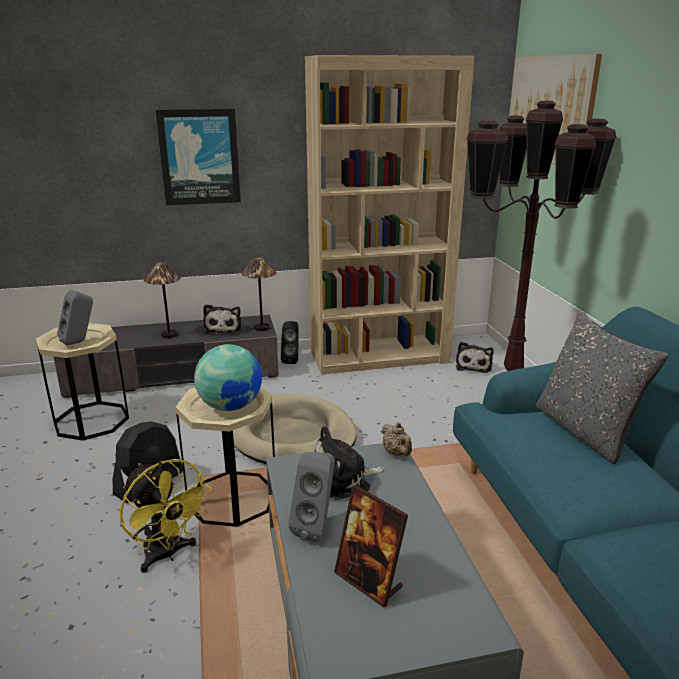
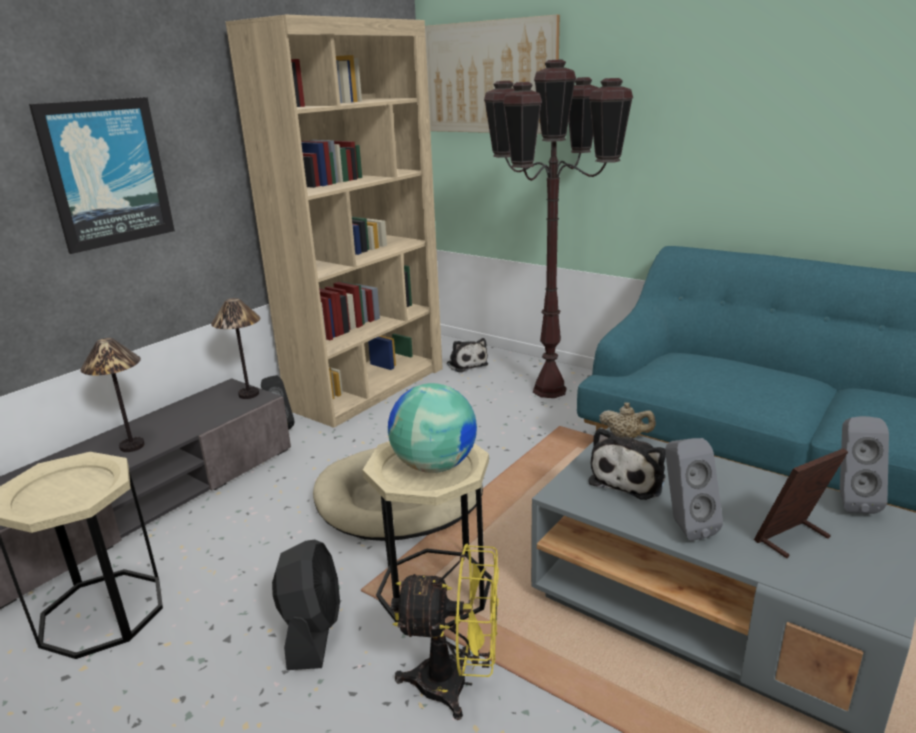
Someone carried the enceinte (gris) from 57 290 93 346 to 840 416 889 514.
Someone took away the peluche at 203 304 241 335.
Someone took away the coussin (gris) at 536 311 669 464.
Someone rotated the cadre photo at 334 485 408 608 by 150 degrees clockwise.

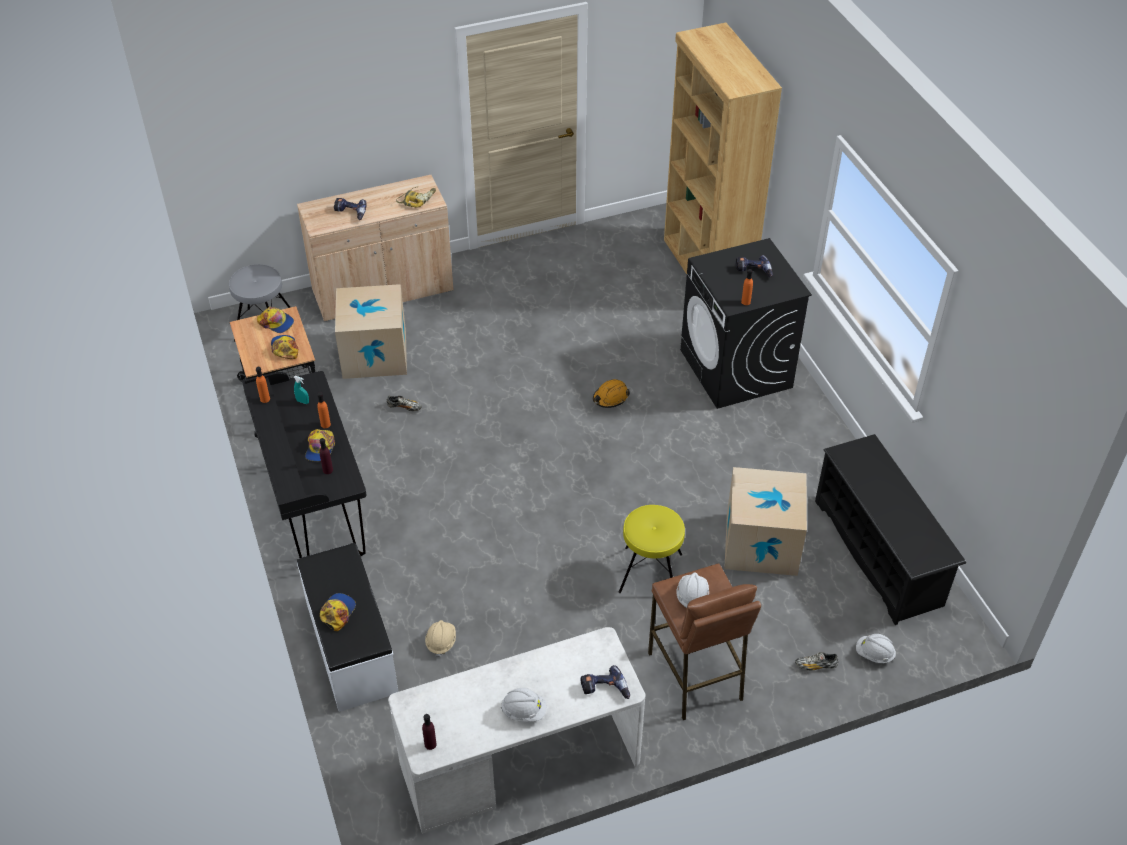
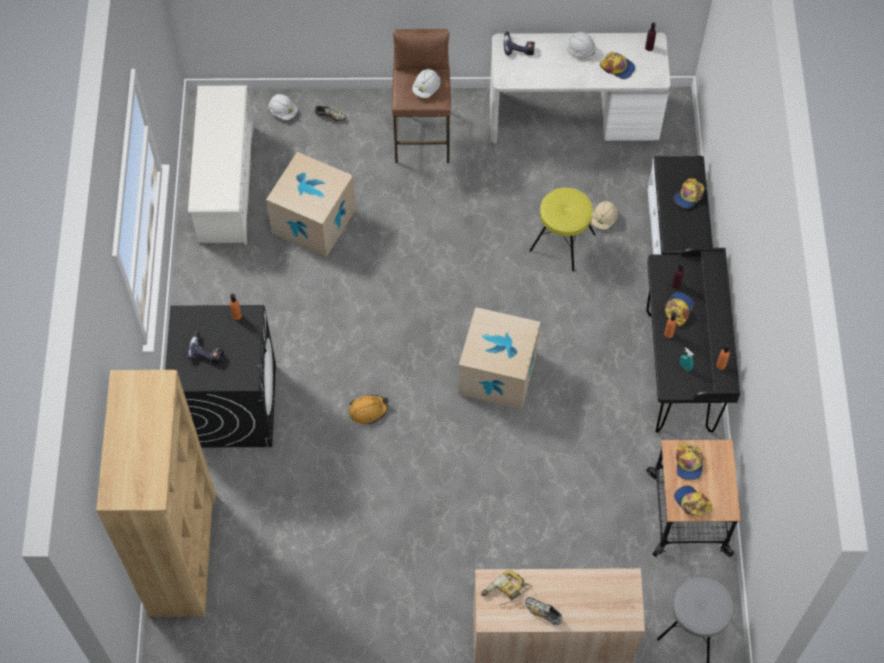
Someone took away the perceuse at 334 198 367 220.
Someone carried the carton from 335 284 407 379 to 458 307 540 409.
Someone carried the chaussure from 387 396 422 411 to 525 597 563 625.
Someone repainted the étagère à chaussures (noir) at 815 434 966 625, which became the étagère à chaussures (blanc) at 188 86 254 245.
Someone carried the tabouret (jaune) from 619 505 685 593 to 529 188 596 272.
Someone put down the casquette at 600 52 635 79.

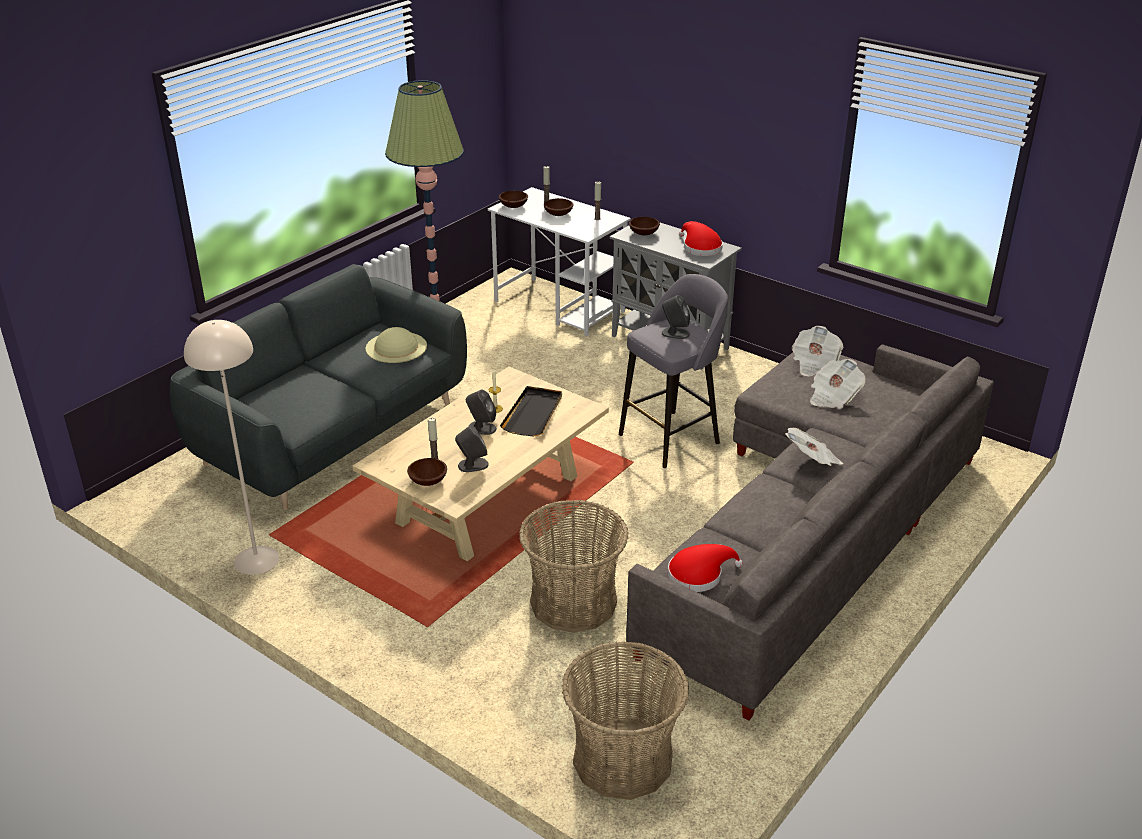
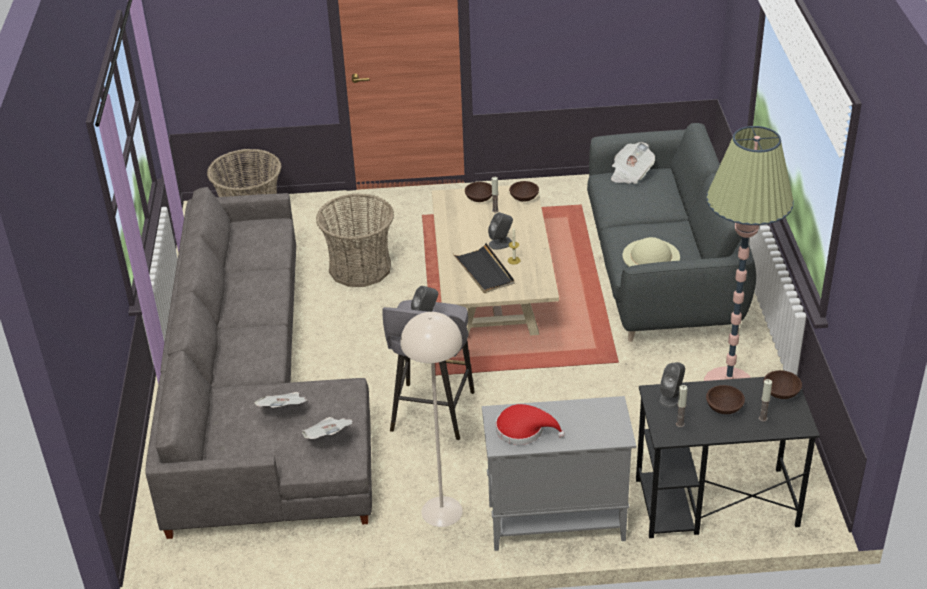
Someone repainted the bureau (blanc) at 488 187 631 337, which became the bureau (noir) at 636 377 820 538.
Someone carried the bol (marron) from 629 217 660 235 to 509 181 539 202.
Someone carried the lampadaire (beige) from 184 320 279 575 to 400 312 463 527.
Someone carried the enceinte (gris) from 455 425 489 472 to 659 362 685 408.
Someone carried the journal from 785 428 843 466 to 611 142 655 184.
Someone took away the chapeau (rouge) at 668 544 743 592.

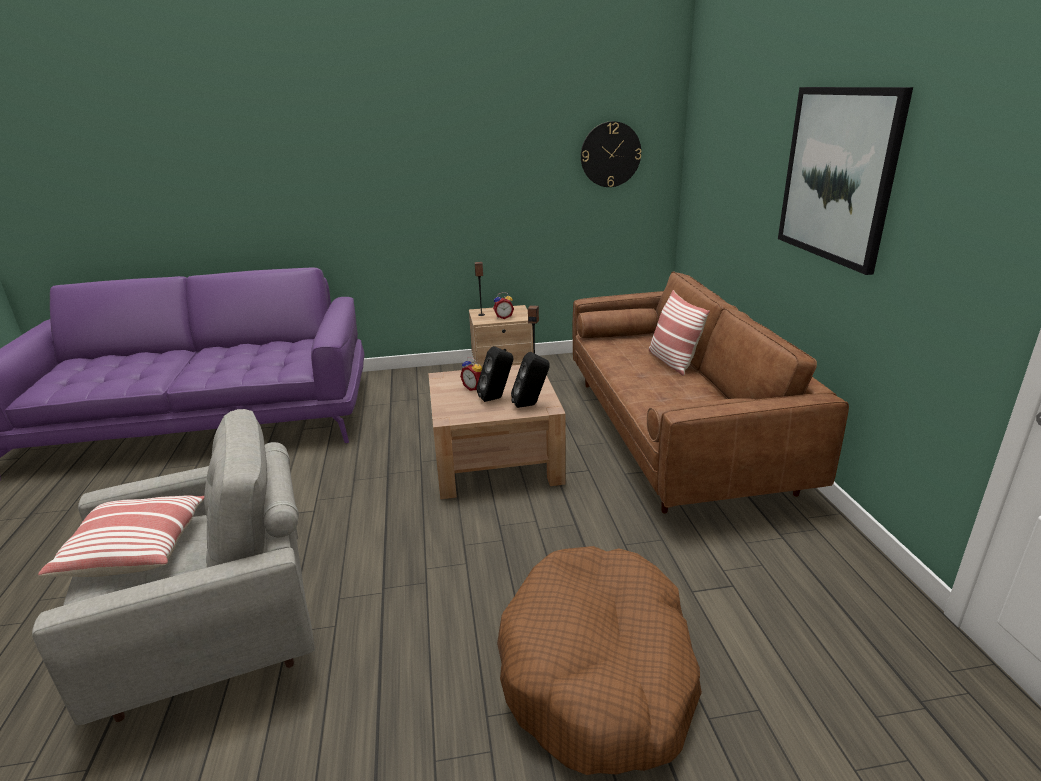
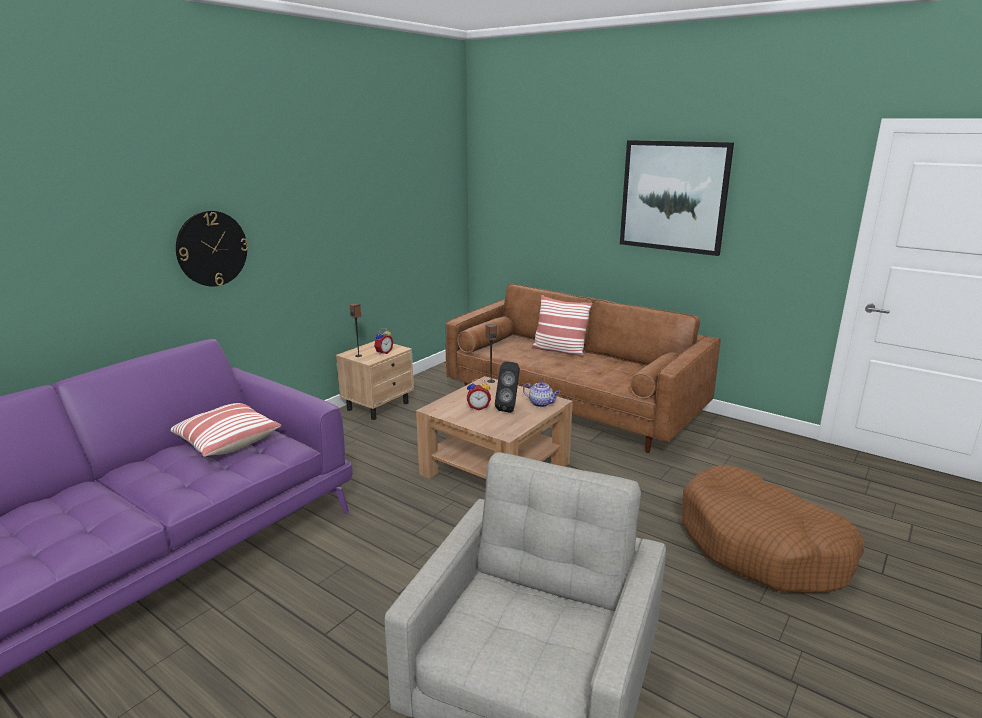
Someone carried the horloge murale from 581 121 641 187 to 176 211 248 287.
Someone swapped the enceinte (noir) at 511 352 550 408 for the théière at 523 382 560 407.
Someone carried the coussin from 38 496 204 577 to 170 403 281 457.

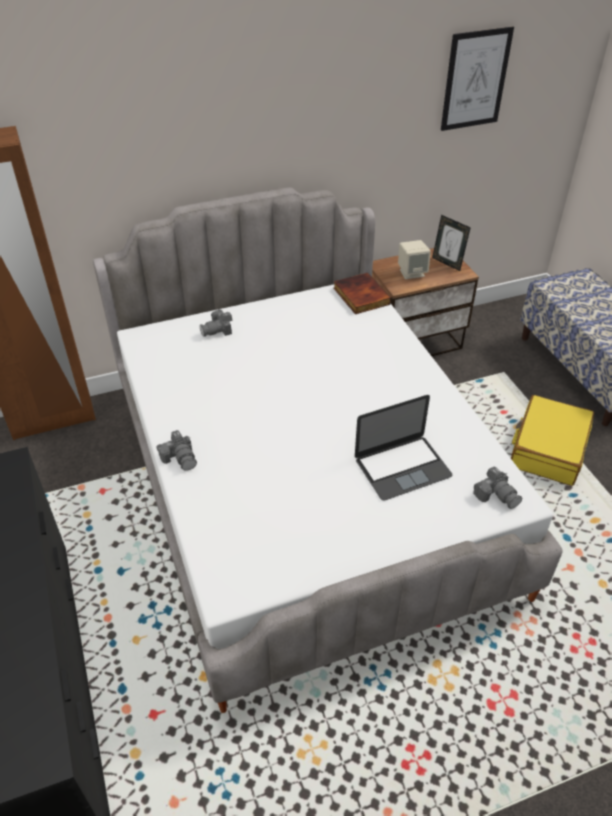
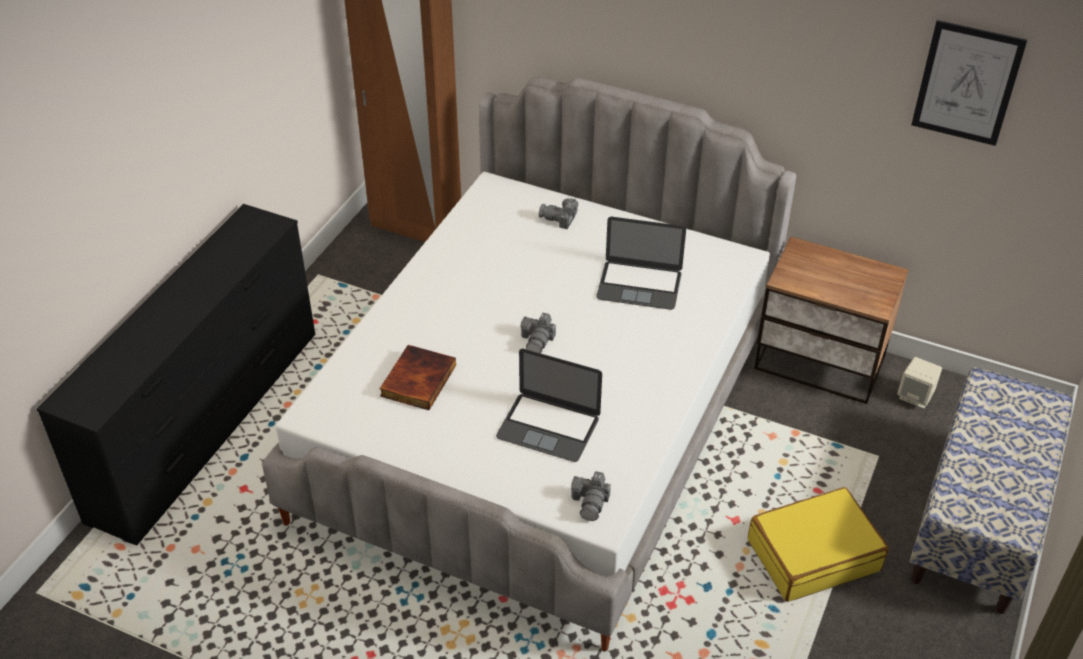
Someone took away the cadre photo at 432 215 471 271.
Someone carried the enceinte (beige) from 398 240 431 279 to 897 357 942 409.
Someone carried the livre from 334 273 391 314 to 380 345 456 410.
Someone carried the appareil photo from 157 430 197 470 to 520 313 556 353.
Someone put down the ordinateur portable at 596 217 686 310.

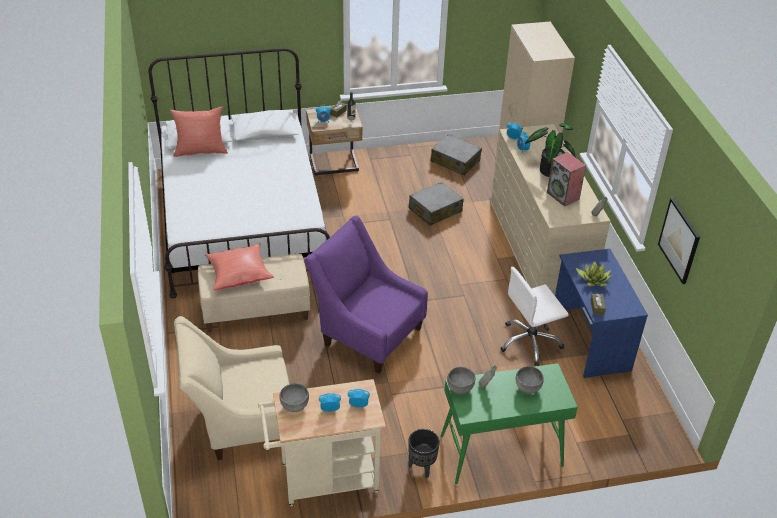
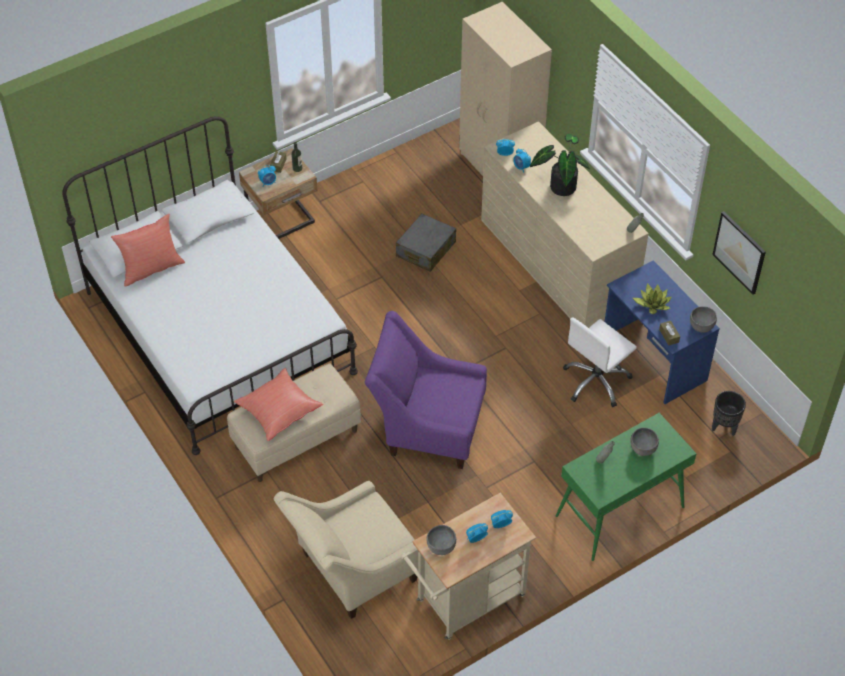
Someone took away the valise (gris) at 431 134 482 176.
Someone took away the enceinte at 547 152 586 206.
Someone carried the bol (gris) from 447 367 475 394 to 690 306 717 333.
Someone carried the cache-pot (noir) from 409 429 440 478 to 712 391 746 436.

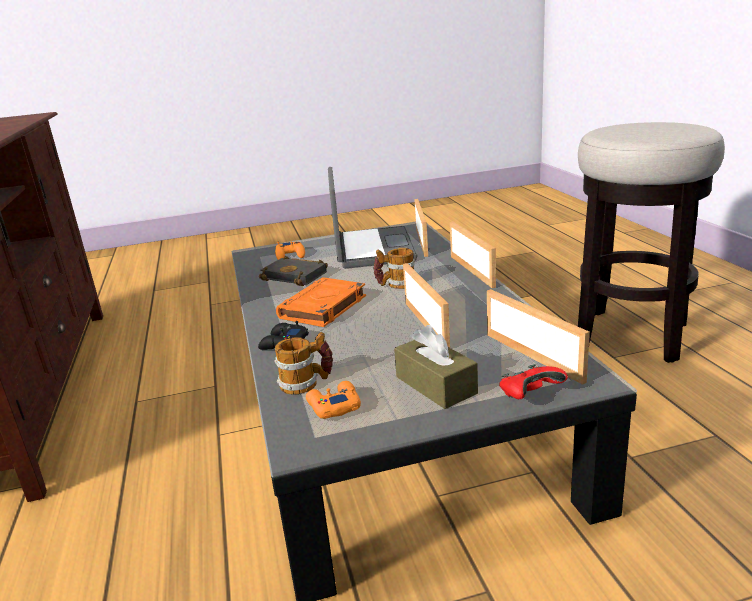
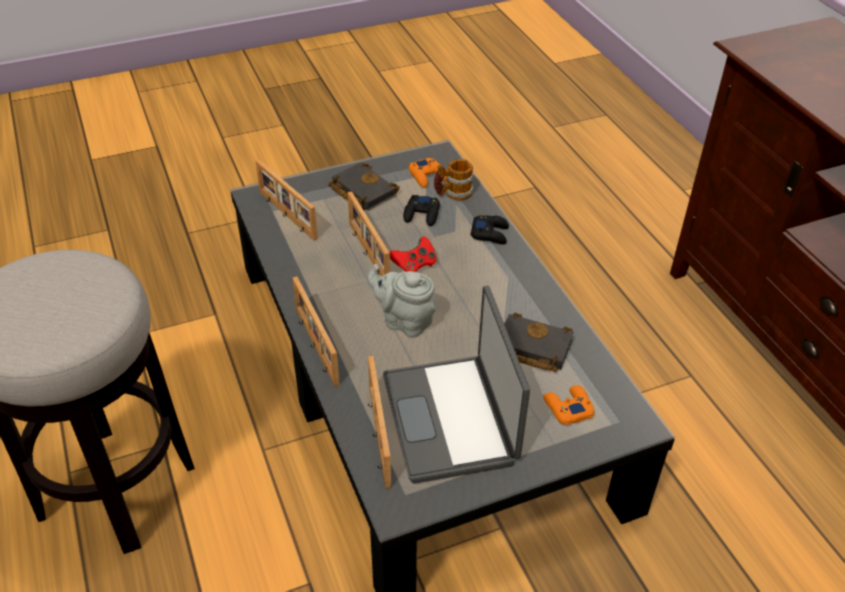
Someone swapped the mug at 374 248 415 289 for the théière (gris) at 367 264 436 337.
Someone took away the livre (orange) at 276 277 366 327.
Someone swapped the boîte à mouchoirs (marron) at 394 325 478 409 for the livre (noir) at 328 163 400 210.
Someone carried the manette (rouge) from 499 364 568 399 to 389 236 437 272.
Someone put down the manette (noir) at 403 195 440 226.

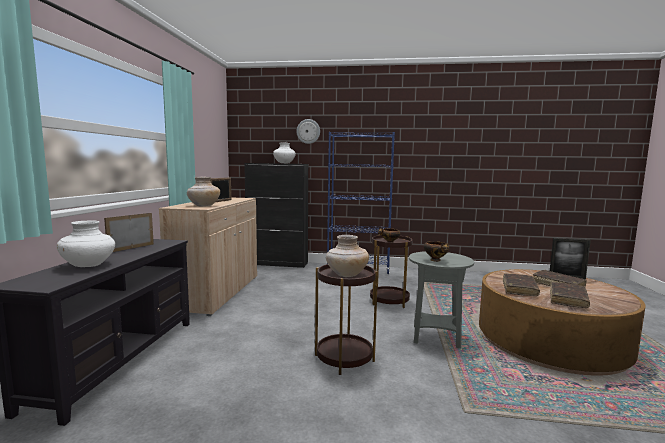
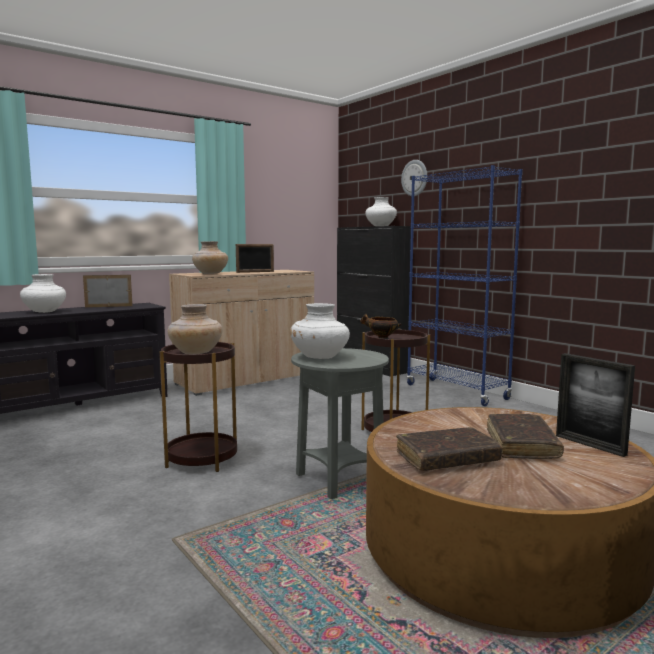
Someone swapped the bol at 424 242 450 262 for the vase (blanc) at 290 303 350 359.
Someone took away the livre (marron) at 503 273 540 296.

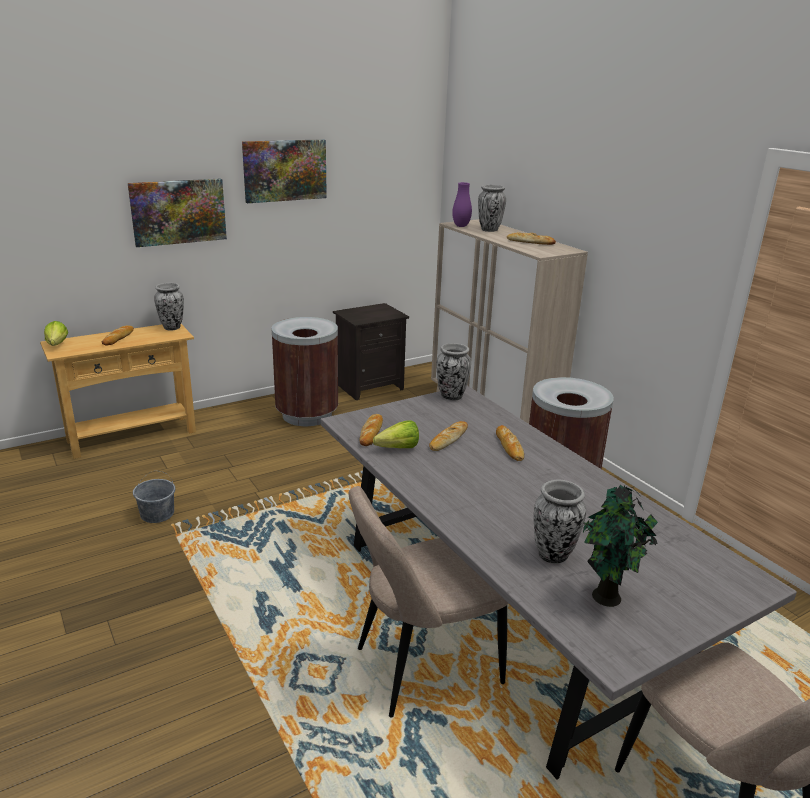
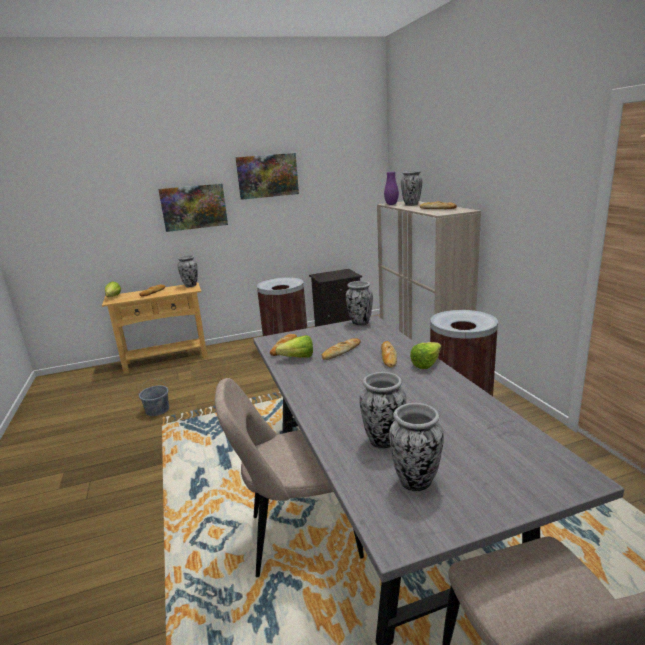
Someone swapped the plante en pot at 583 485 658 607 for the vase at 389 403 444 492.
Someone put down the laitue at 410 342 441 369.

